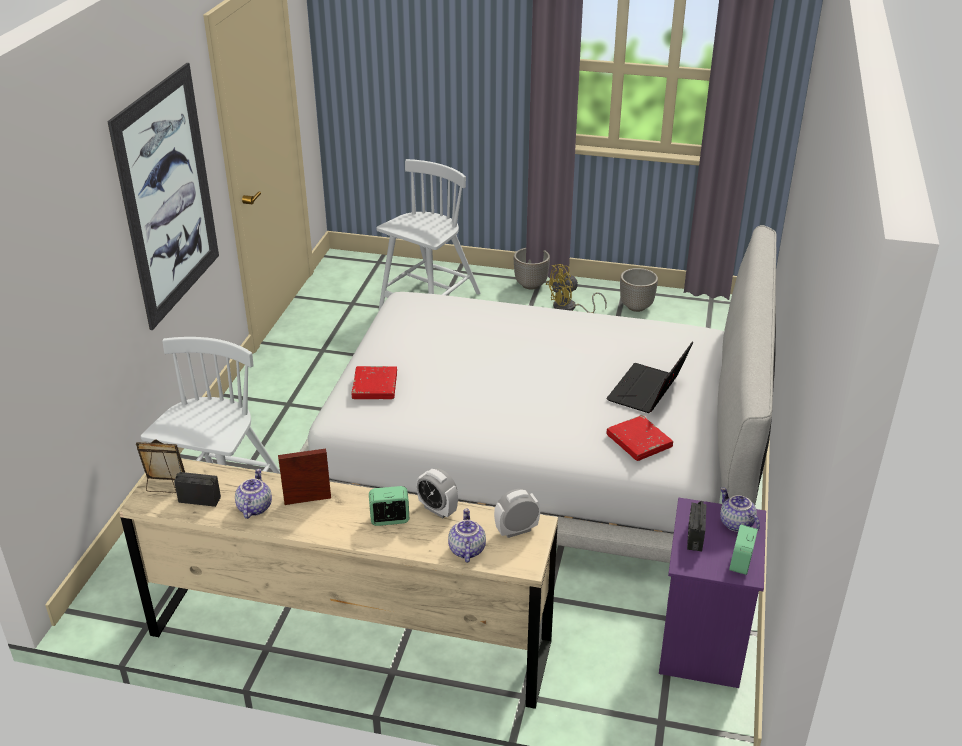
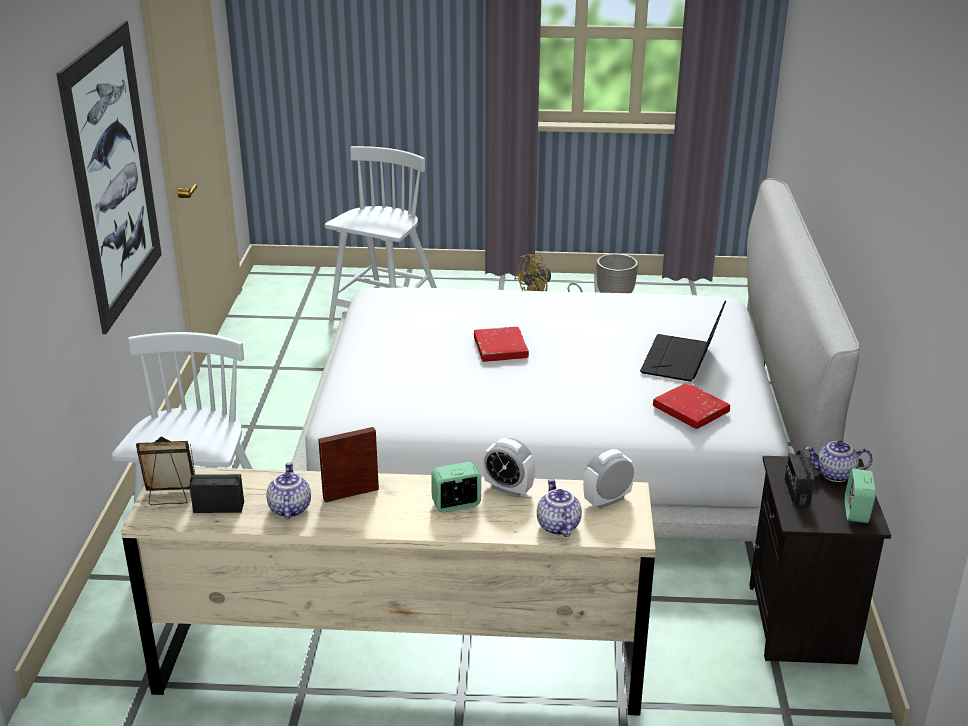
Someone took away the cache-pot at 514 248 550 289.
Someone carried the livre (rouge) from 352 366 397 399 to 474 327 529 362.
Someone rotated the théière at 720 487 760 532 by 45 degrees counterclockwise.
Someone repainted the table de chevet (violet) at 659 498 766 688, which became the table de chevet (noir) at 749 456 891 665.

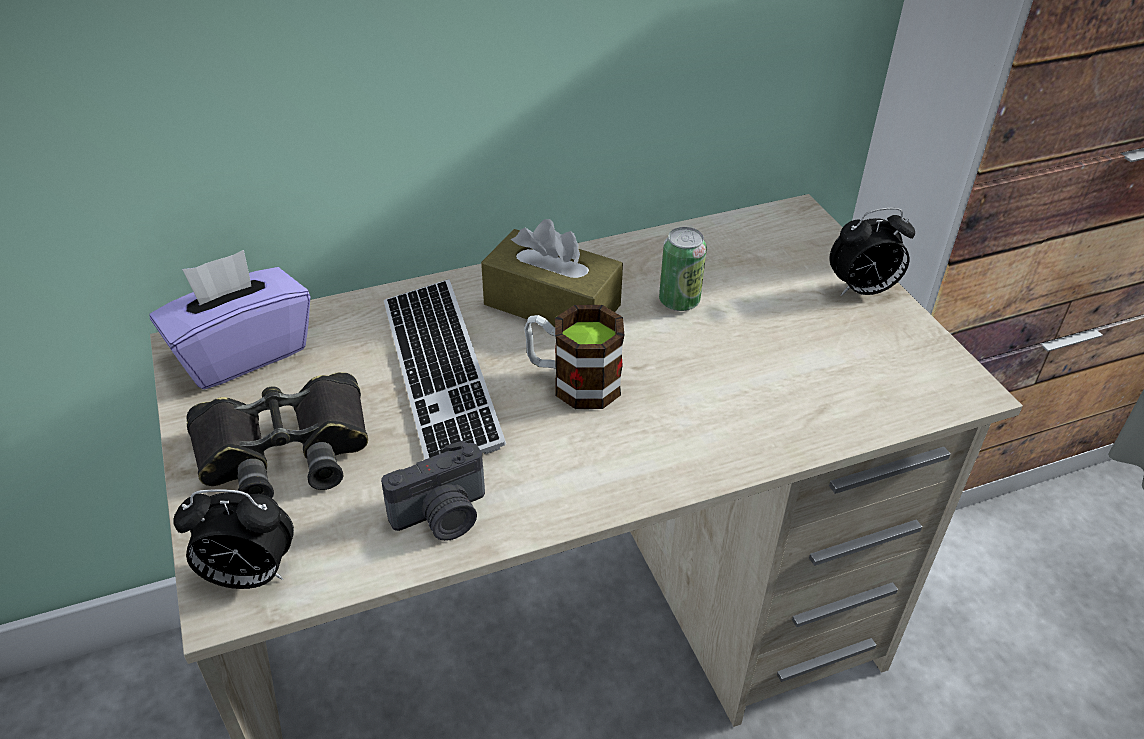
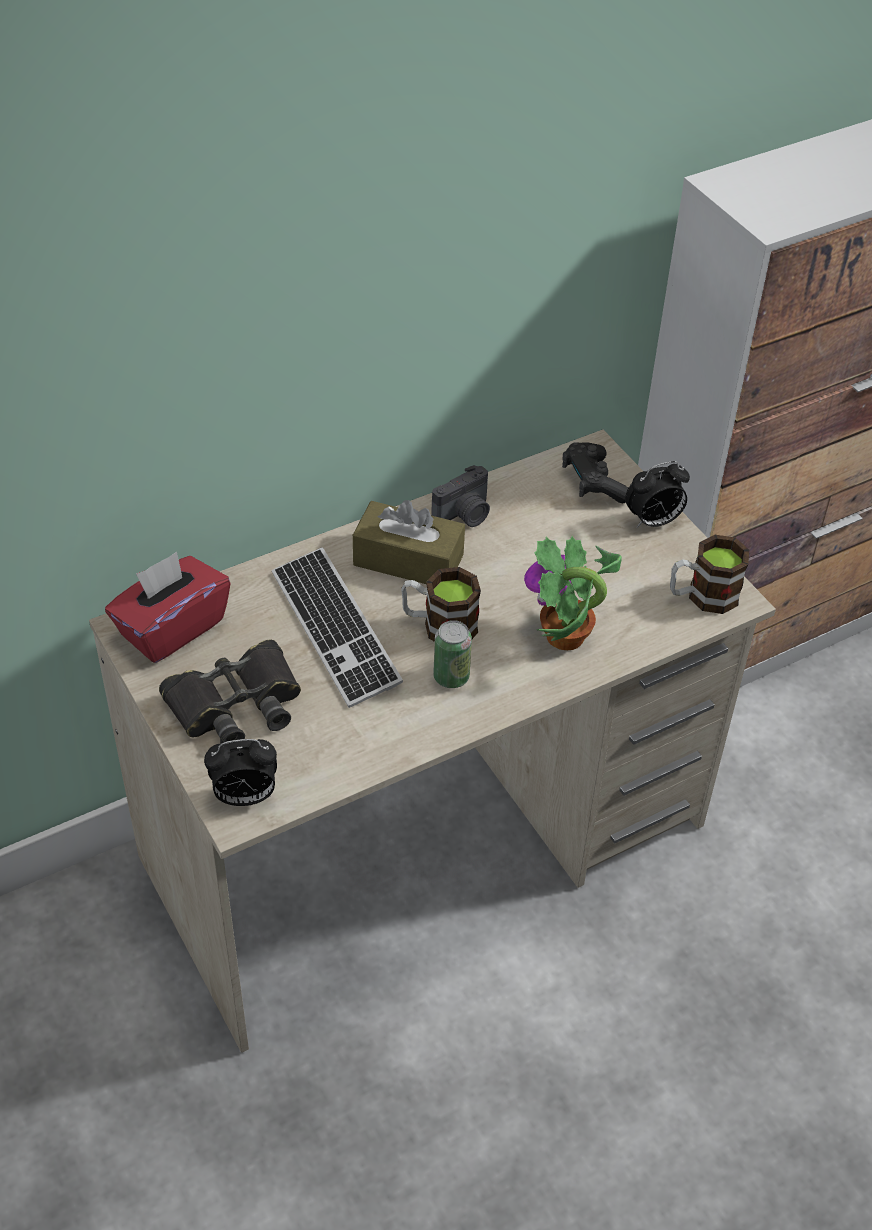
Someone carried the boîte métallique from 659 227 707 311 to 433 620 472 688.
Someone repainted the boîte à mouchoirs (violet) at 149 250 311 389, which became the boîte à mouchoirs (rouge) at 105 552 231 663.
Someone carried the appareil photo from 381 441 485 541 to 431 465 490 527.
Someone put down the manette (noir) at 562 442 628 503.
Someone put down the mug at 670 535 749 614.
Someone put down the plante en pot at 524 536 622 650.

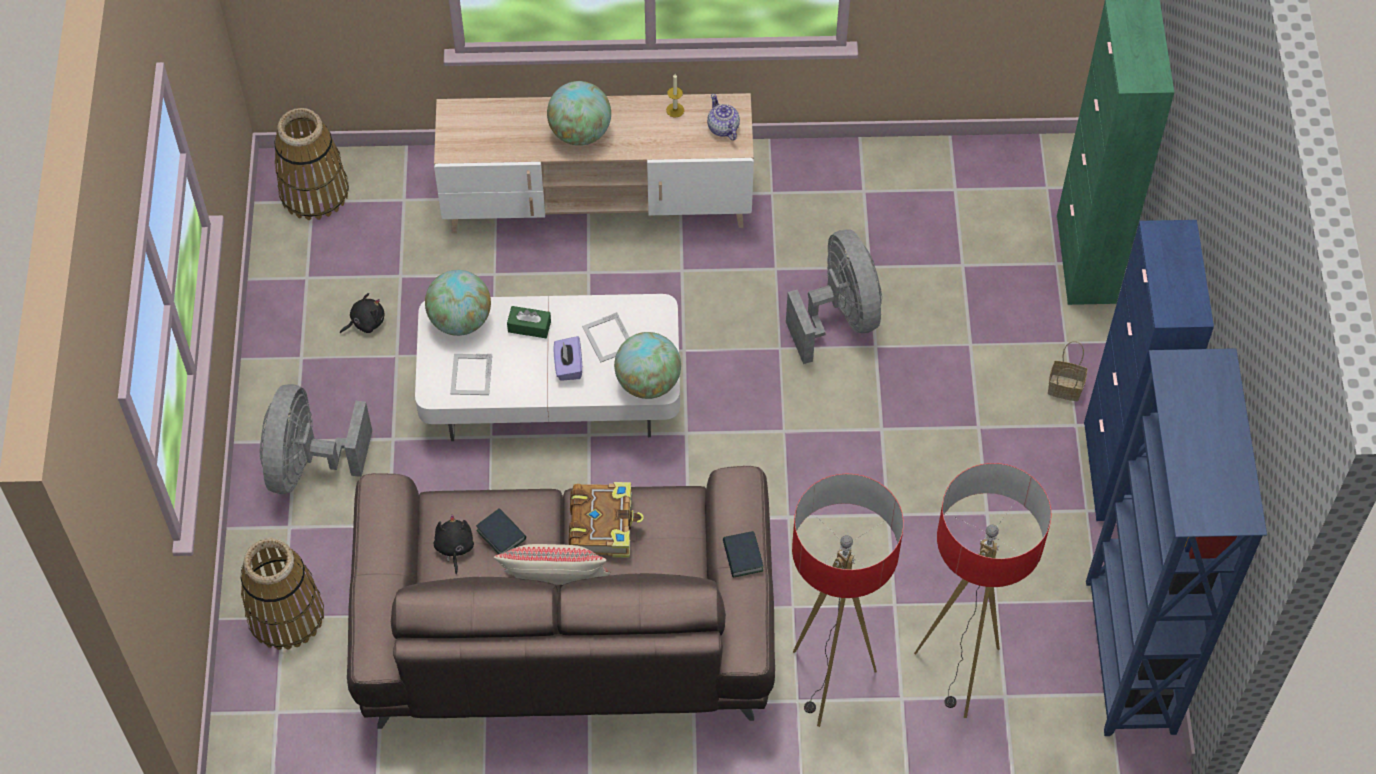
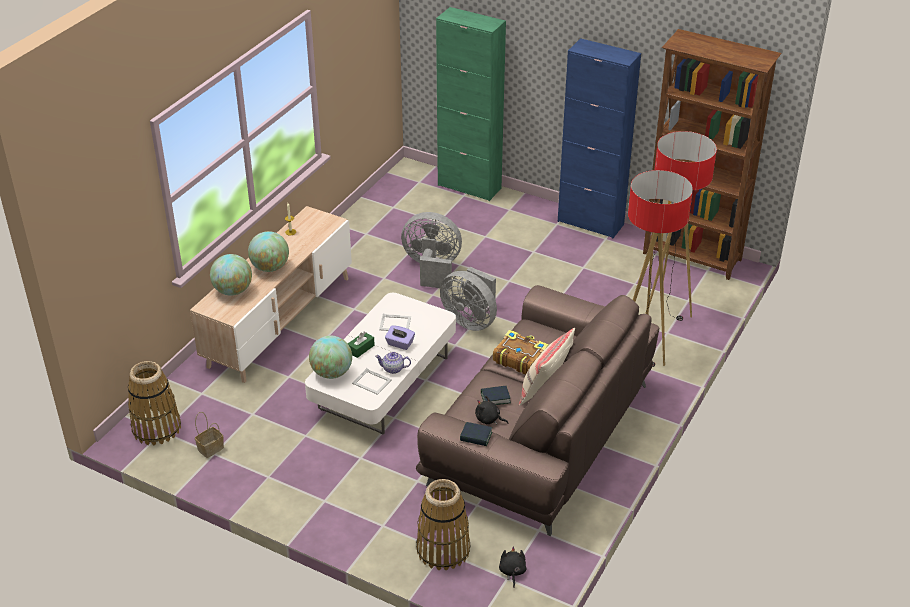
Someone carried the théière from 707 94 740 141 to 375 352 411 374.
Someone carried the peluche (noir) from 340 293 384 333 to 499 547 527 587.
Someone carried the globe from 614 332 681 399 to 210 254 252 296.
Someone carried the panier from 1048 341 1087 401 to 195 412 224 458.
Someone repainted the bibliothèque (bleu) at 1086 348 1267 736, which became the bibliothèque (marron) at 643 29 781 280.
Someone carried the ventilateur (gris) from 260 384 372 494 to 440 267 497 331.
Someone carried the livre from 723 531 763 578 to 460 422 492 446.

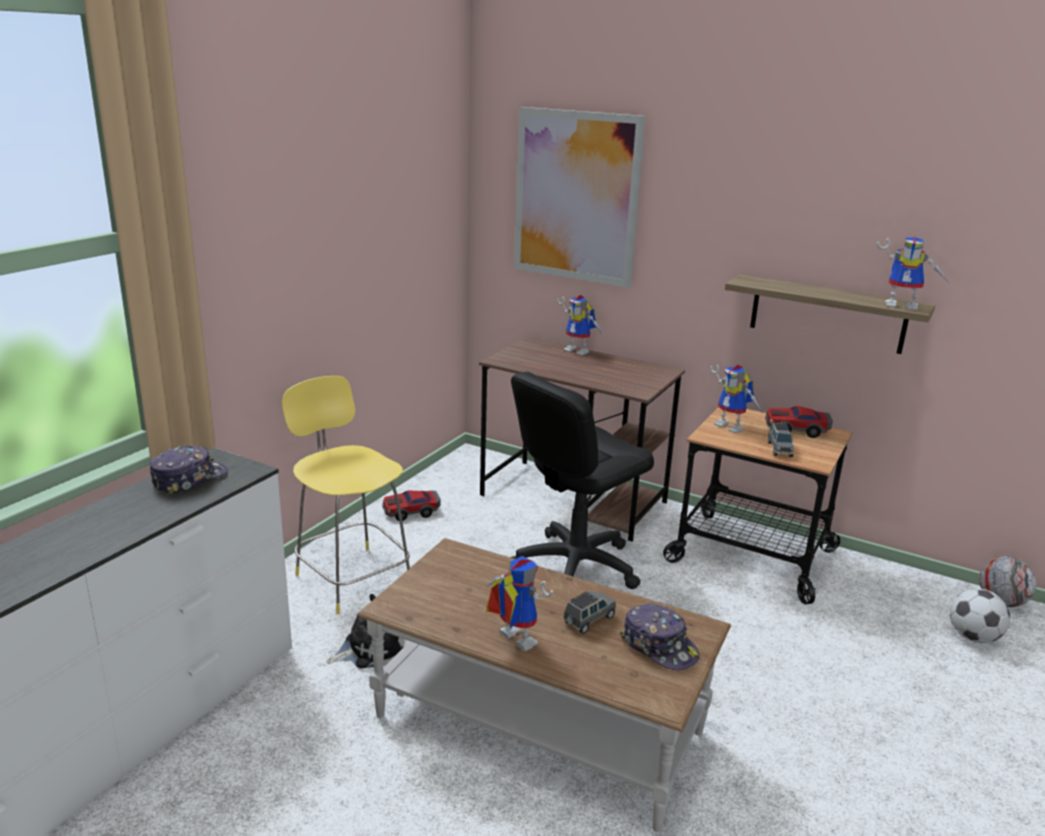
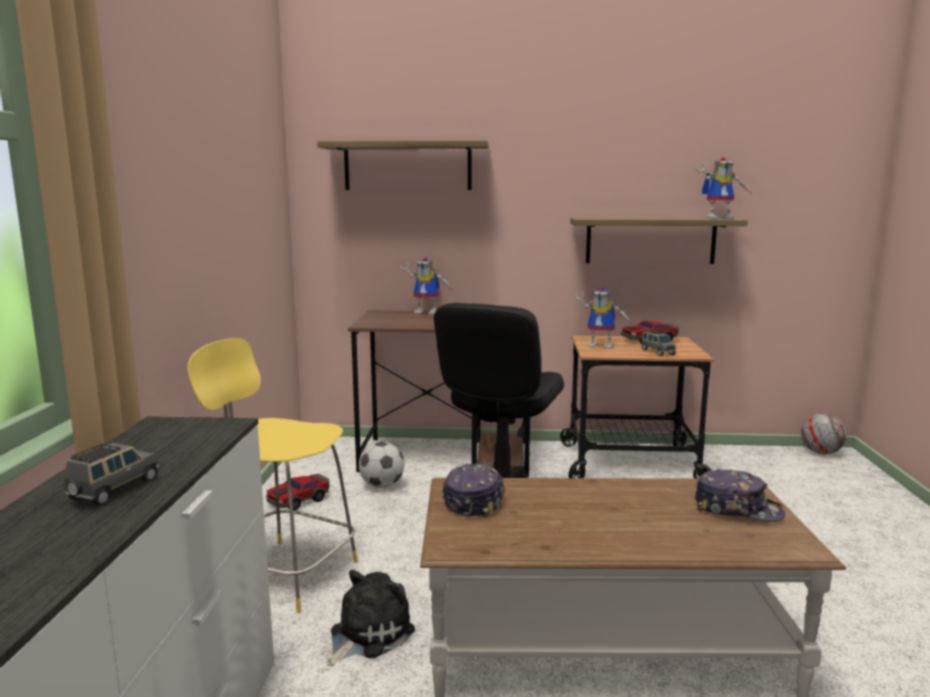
Someone swapped the tableau at 514 107 646 288 for the étagère at 317 140 489 190.
Someone carried the casquette from 150 446 228 496 to 442 463 505 518.
Someone took away the robot jouet at 486 556 553 651.
Someone carried the ballon de foot from 950 588 1010 643 to 359 442 405 488.
Someone carried the petite voiture (gris) from 563 590 616 634 to 64 443 159 506.

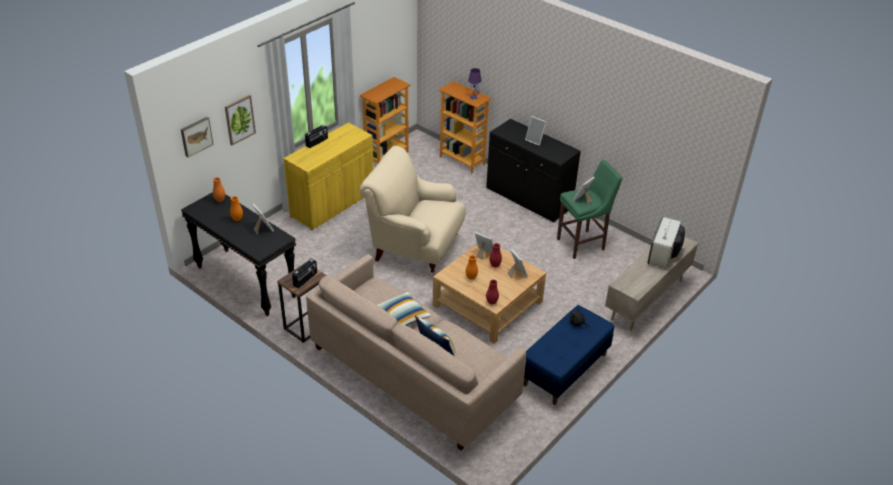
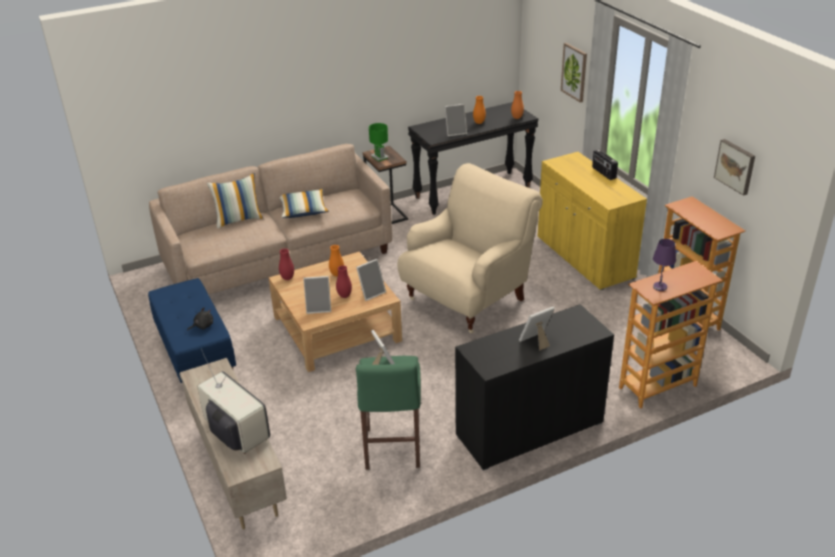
Someone carried the tableau from 181 117 213 157 to 714 139 755 196.
Someone swapped the radio at 292 258 317 288 for the lampe de table (vert) at 369 123 389 162.

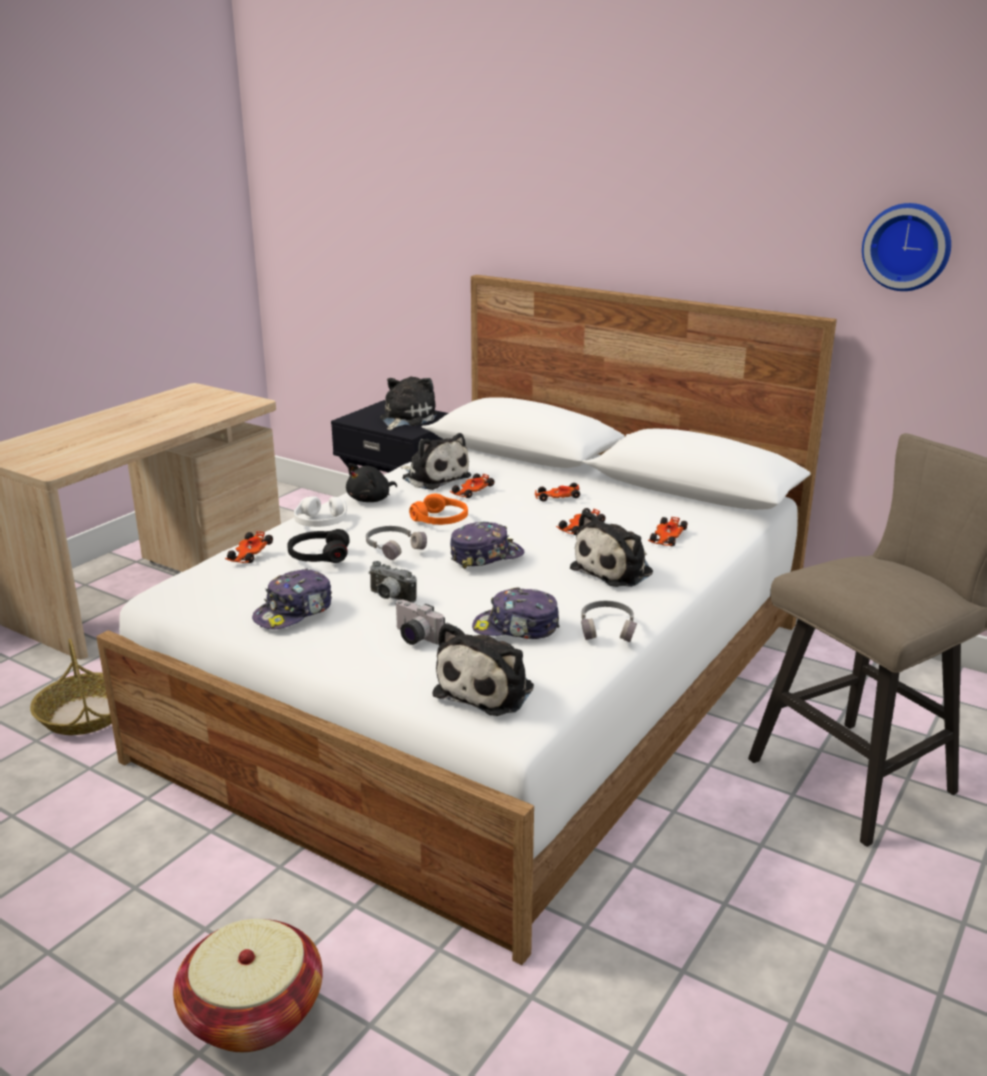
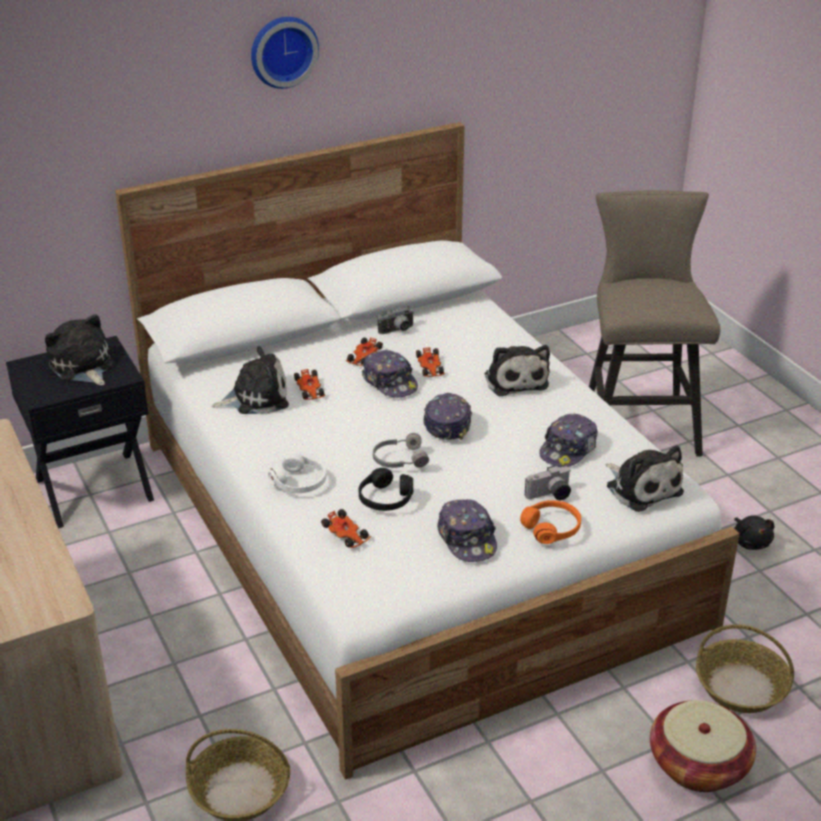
Someone carried the horloge murale from 862 203 951 291 to 251 17 319 89.
Someone carried the peluche (noir) from 346 463 397 502 to 734 515 775 550.
Someone carried the casque audio (orange) from 409 494 468 525 to 520 500 581 544.
Someone took away the petite voiture at 648 517 687 546.
Someone carried the appareil photo from 368 561 417 603 to 378 306 414 334.
Someone took away the casque audio (gris) at 581 601 637 642.
Someone put down the casquette at 362 350 418 398.
Someone put down the panier at 696 624 794 713.

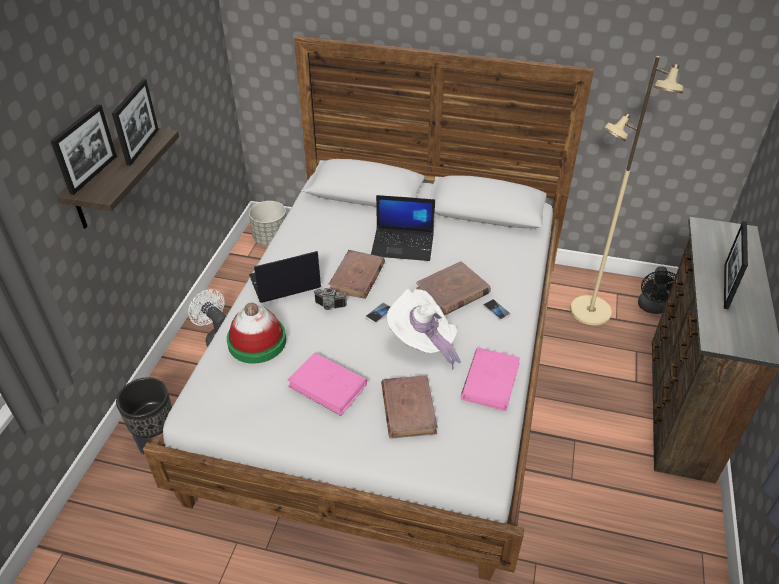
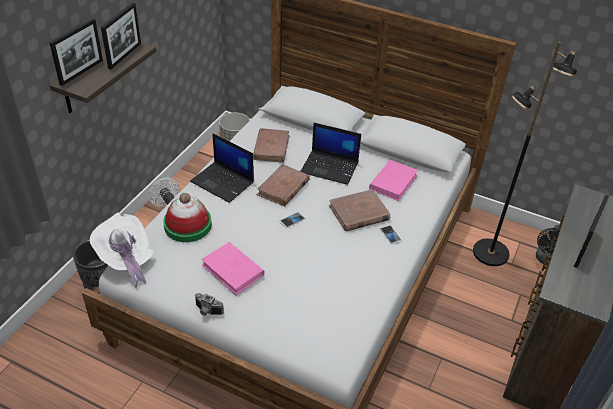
Someone repainted the lampadaire (beige) at 570 56 683 325, which became the lampadaire (noir) at 473 42 577 266.
Someone rotated the ordinateur portable at 249 251 321 303 by 135 degrees counterclockwise.
Someone carried the appareil photo from 314 288 347 310 to 195 293 224 316.
Someone carried the chapeau (blanc) from 387 289 461 369 to 89 212 154 288.
Someone carried the livre (rose) from 461 348 520 411 to 369 160 418 201.
Someone carried the livre (marron) from 381 375 438 439 to 253 128 290 163.

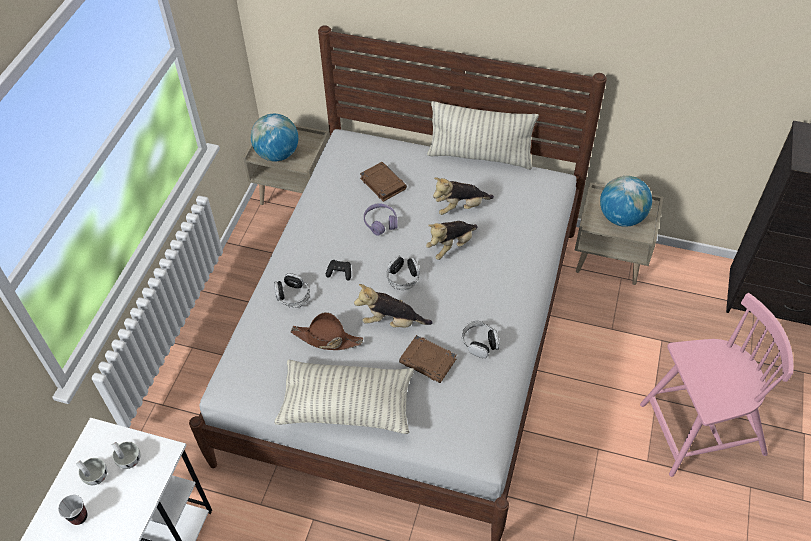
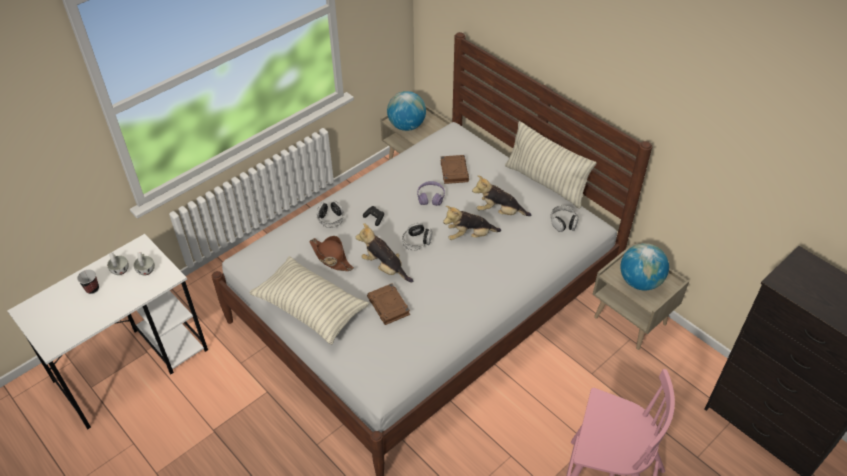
Someone carried the casque audio from 462 321 500 358 to 550 205 579 232.

